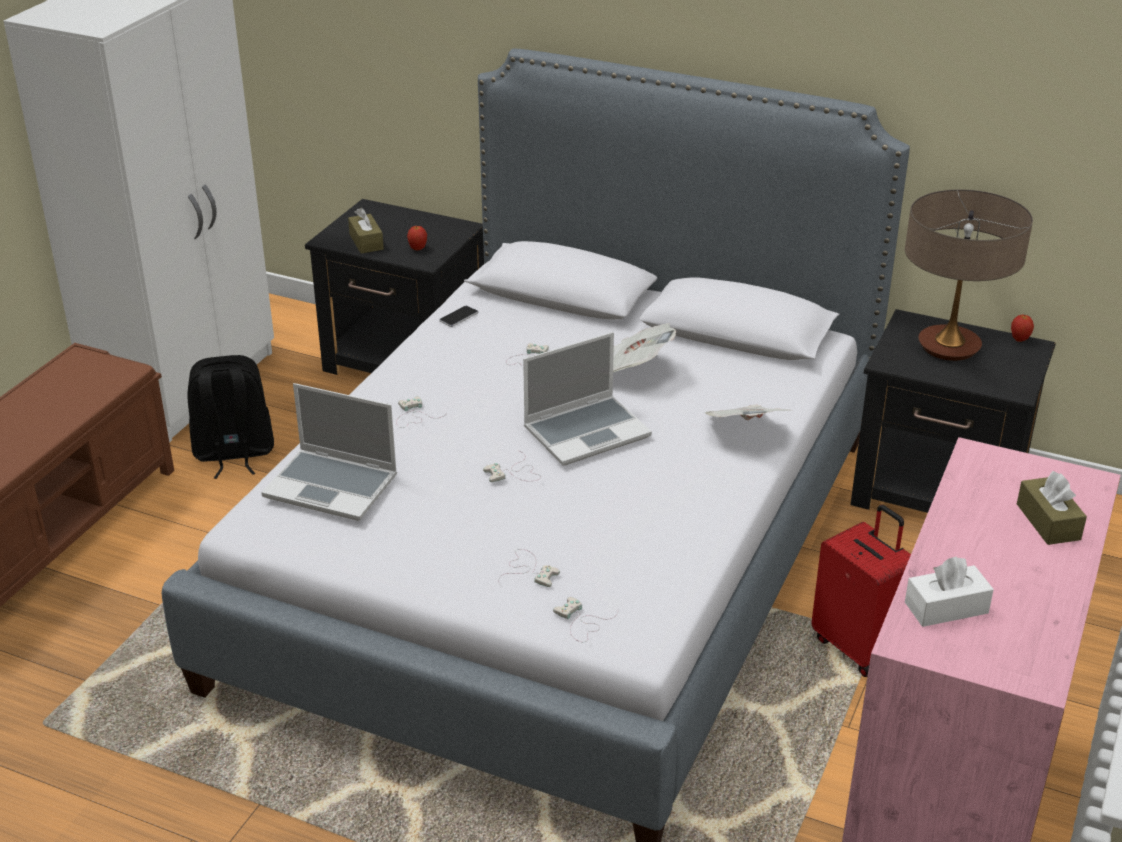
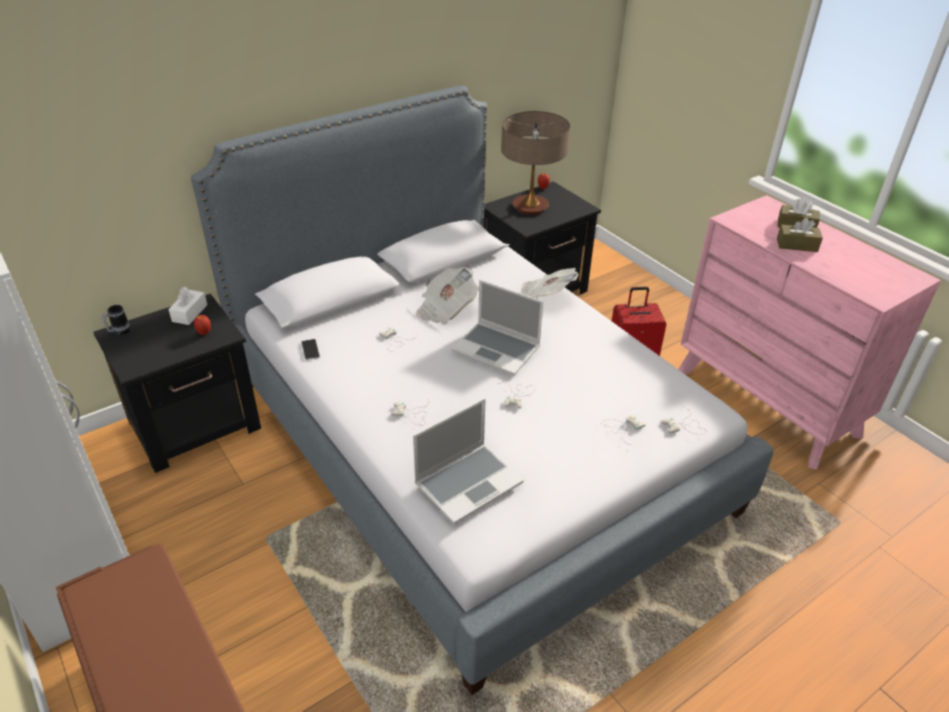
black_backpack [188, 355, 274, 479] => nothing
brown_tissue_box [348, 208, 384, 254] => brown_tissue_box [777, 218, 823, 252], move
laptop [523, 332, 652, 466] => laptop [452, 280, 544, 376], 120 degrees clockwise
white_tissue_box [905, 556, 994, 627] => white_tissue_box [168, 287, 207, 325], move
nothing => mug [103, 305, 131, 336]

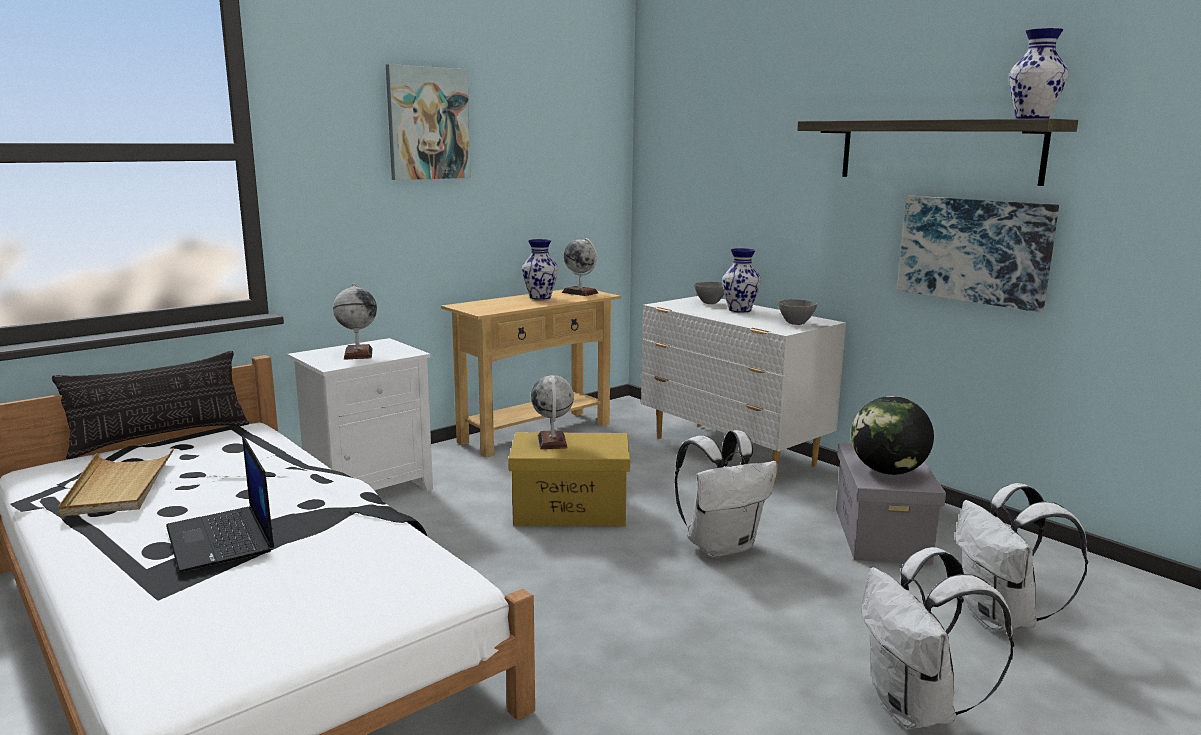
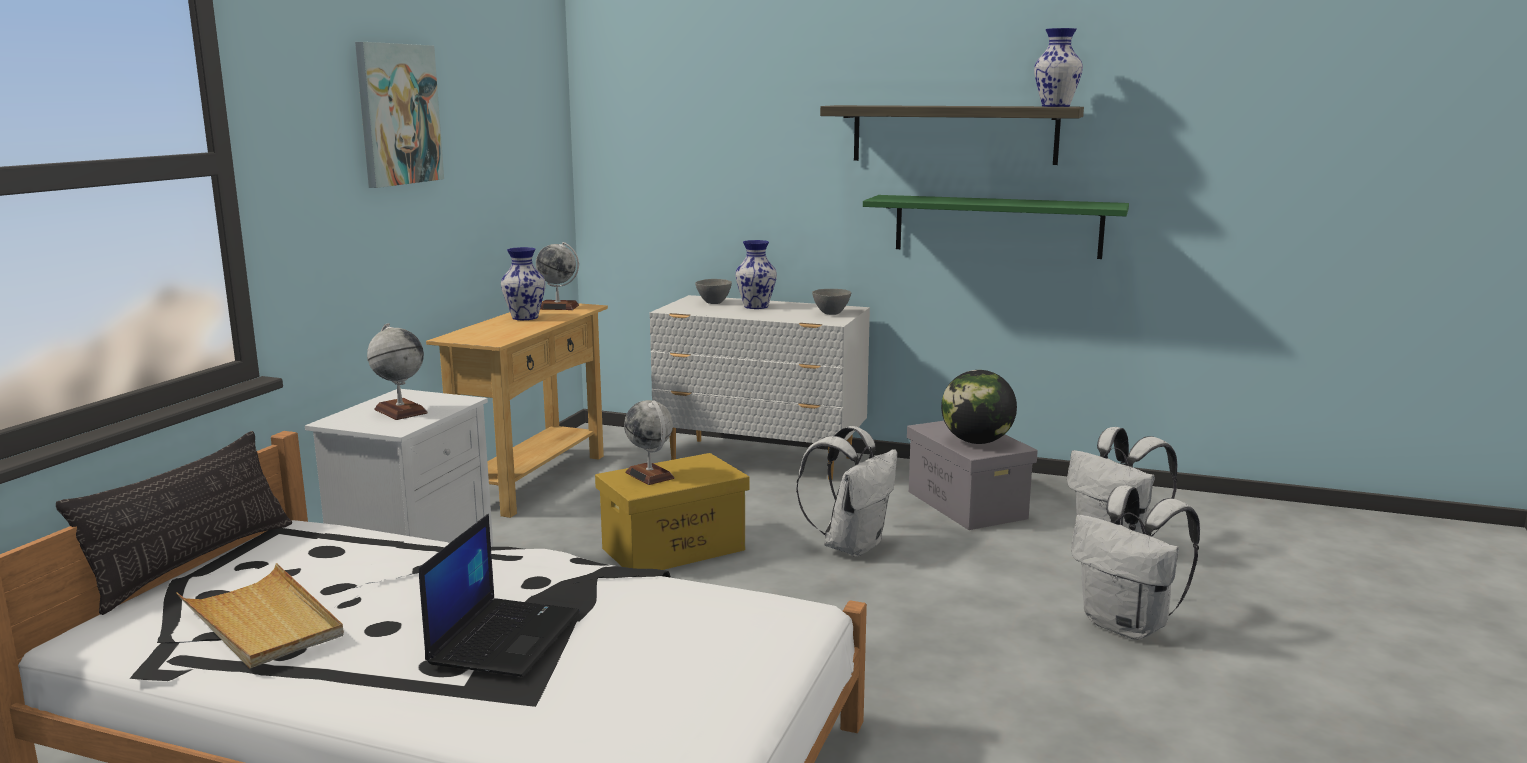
laptop [166, 436, 274, 572] => laptop [419, 514, 580, 677], 105 degrees counterclockwise
picture [897, 196, 1059, 312] => green_shelf [863, 195, 1129, 259]

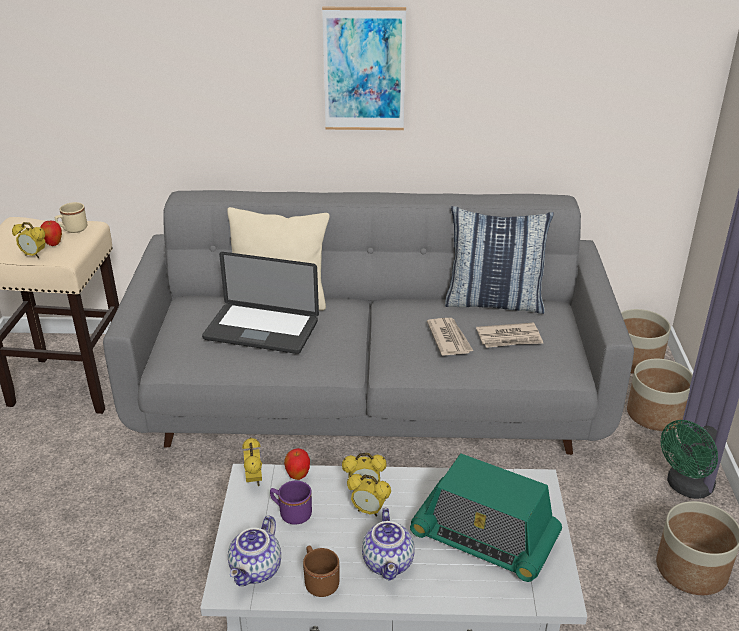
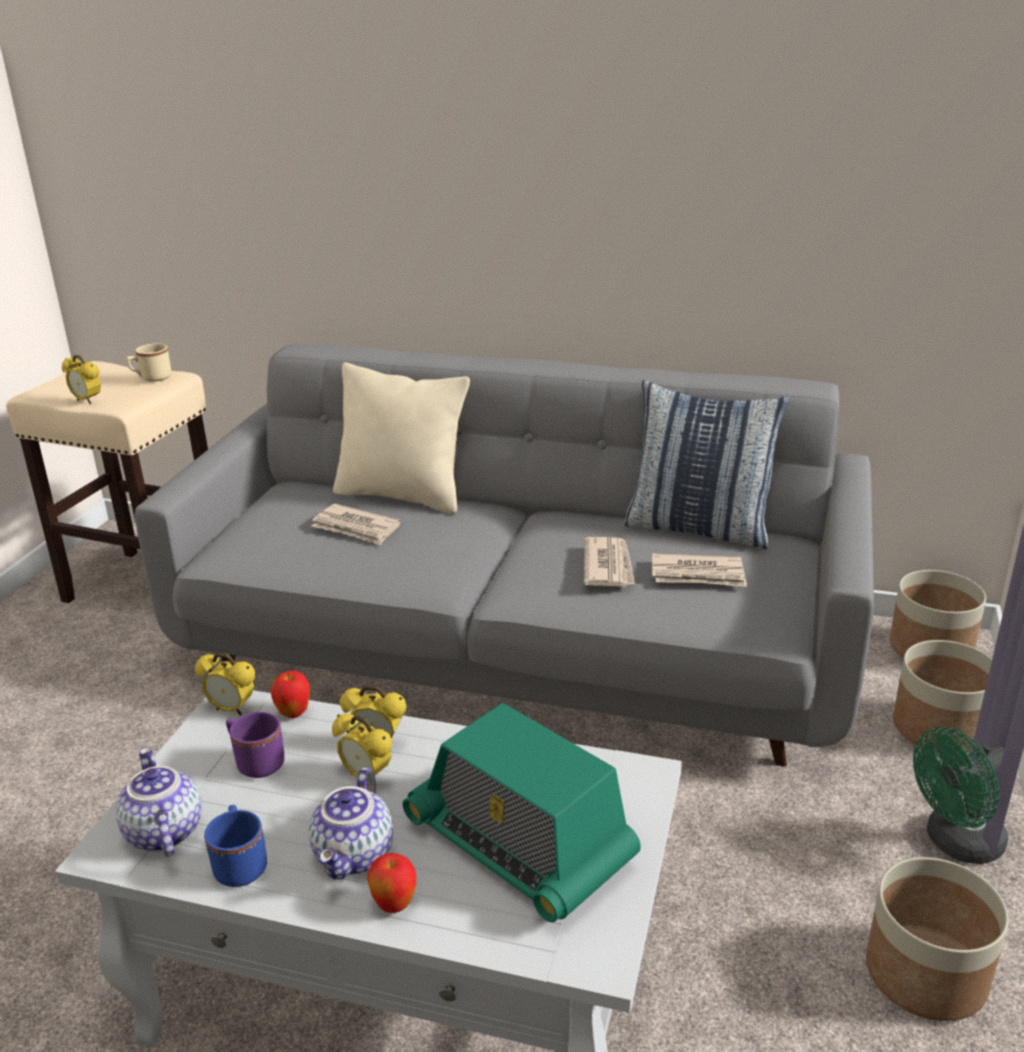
apple [40, 221, 62, 246] => apple [367, 853, 416, 913], move
laptop [202, 252, 319, 354] => newspaper [312, 504, 401, 545]
teapot [228, 515, 281, 586] => teapot [116, 747, 201, 857], 120 degrees clockwise
alarm_clock [242, 437, 262, 486] => alarm_clock [195, 653, 255, 715], 105 degrees clockwise
brown_mug [303, 546, 339, 597] => blue_mug [204, 805, 267, 887]
picture [322, 7, 406, 130] => nothing

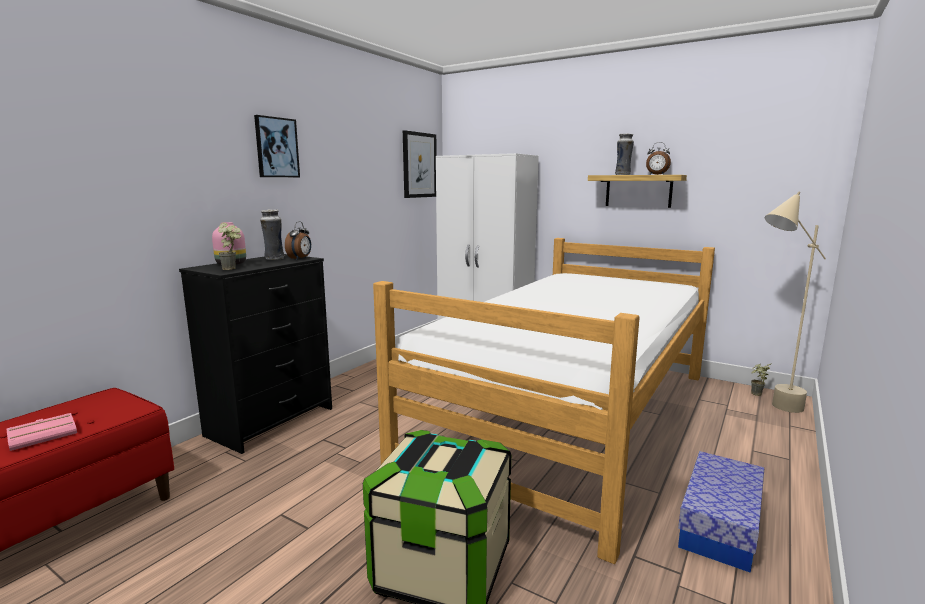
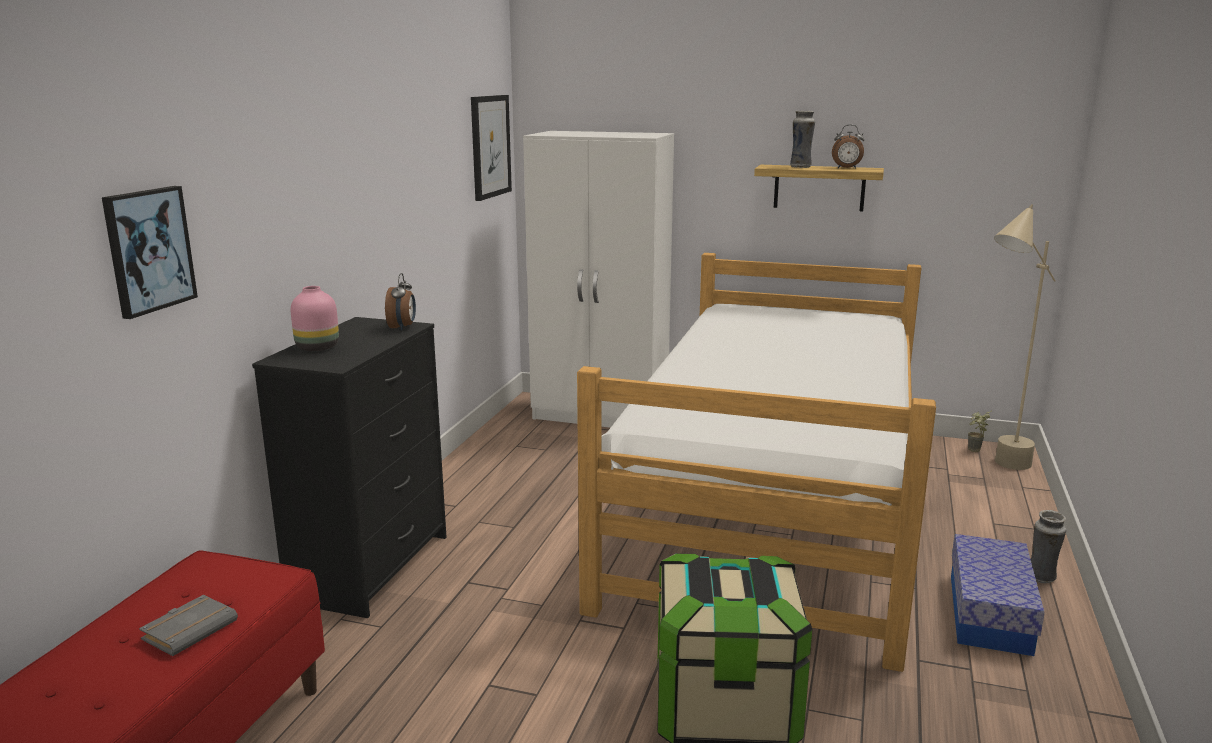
pink_book [7, 413, 77, 451] => grey_book [139, 595, 238, 656]
potted_plant [218, 223, 241, 270] => nothing
picture [254, 115, 300, 177] => picture [102, 186, 198, 319], move
vase [260, 210, 284, 260] => vase [1031, 510, 1066, 584], move

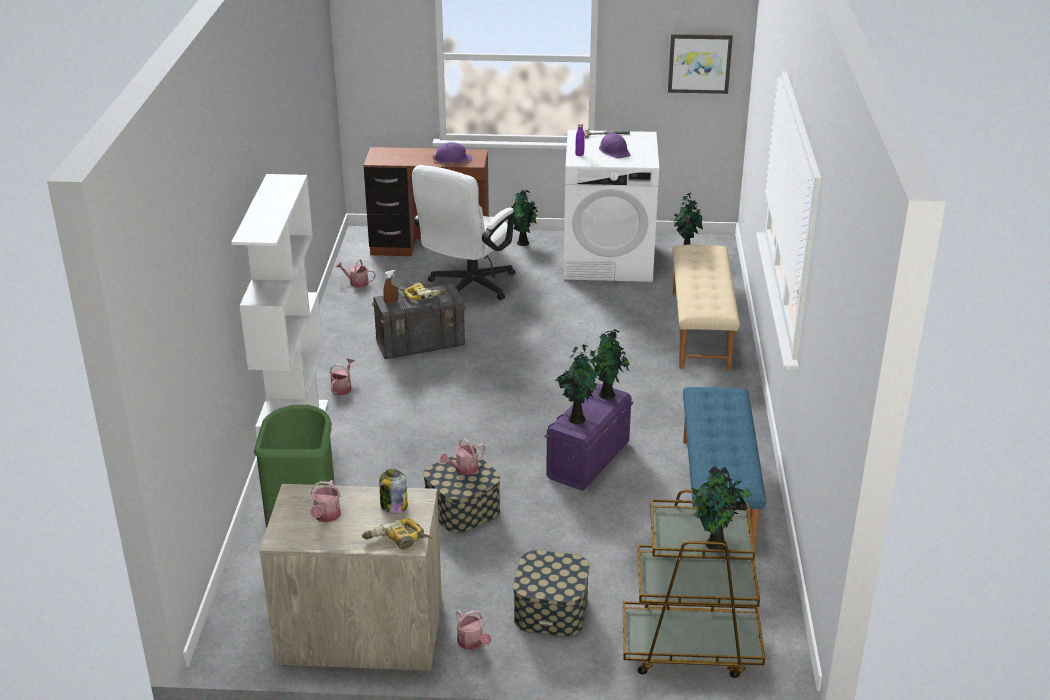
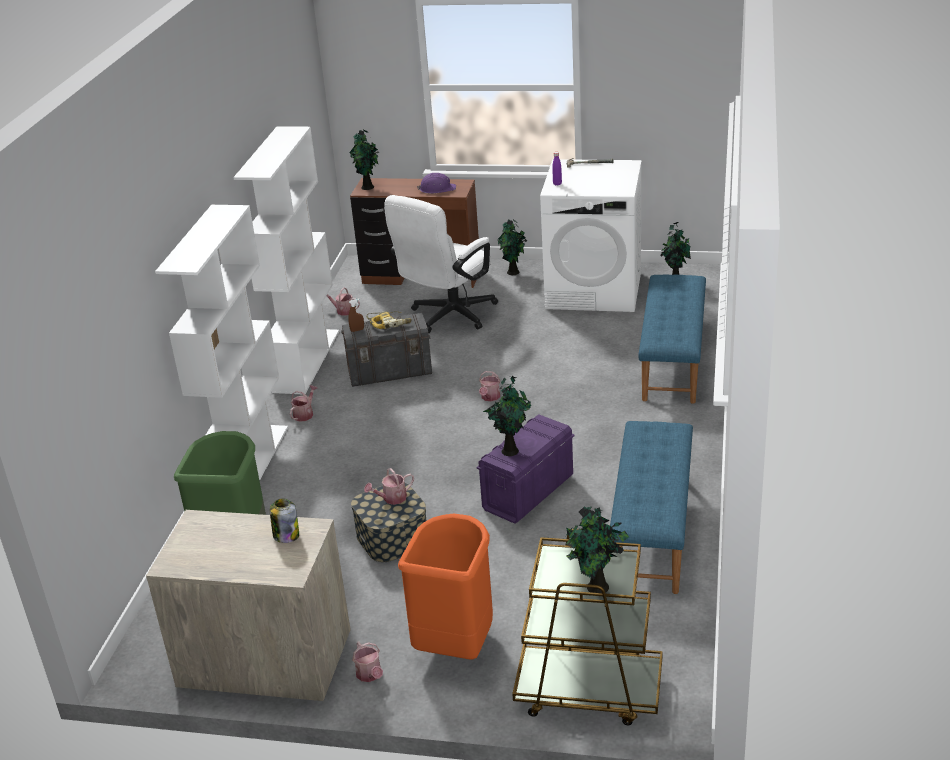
watering_can [310, 480, 341, 522] => watering_can [479, 371, 501, 401], move
power_drill [362, 519, 432, 550] => nothing
storage_box [513, 550, 590, 637] => orange_trash_can [398, 514, 493, 660]
potted_plant [589, 329, 630, 399] => potted_plant [349, 130, 380, 190], move
purple_hard_hat [599, 133, 630, 158] => nothing
picture [668, 34, 733, 94] => nothing
beige_bench [672, 245, 740, 370] => blue_bench [638, 275, 706, 404]
nothing => white_bookcase [233, 126, 339, 394]

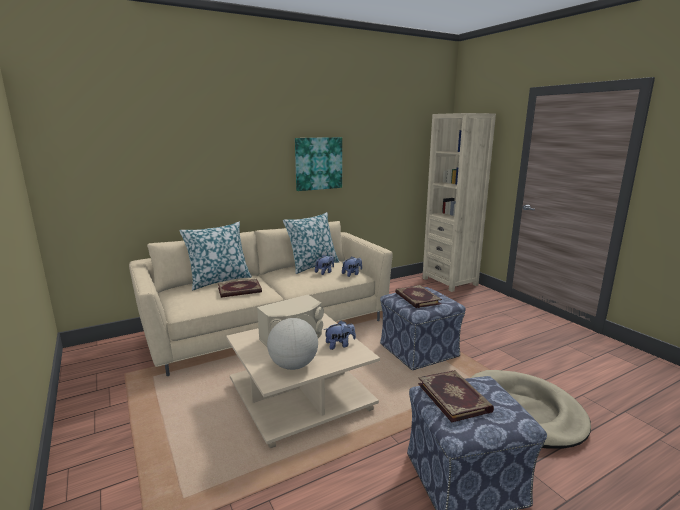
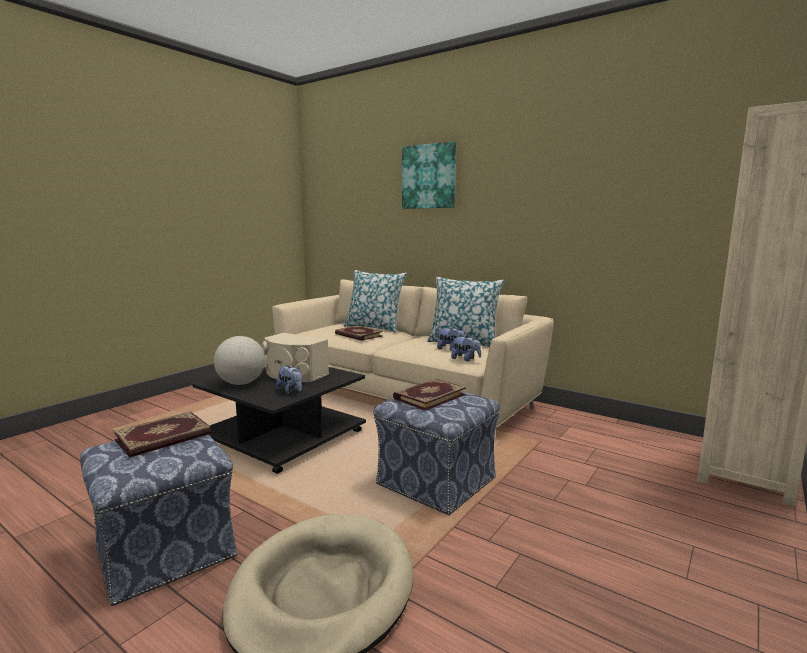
beige_coffee_table [226, 313, 380, 448] => black_coffee_table [192, 367, 366, 474]
picture [295, 137, 342, 191] => picture [402, 141, 456, 209], move

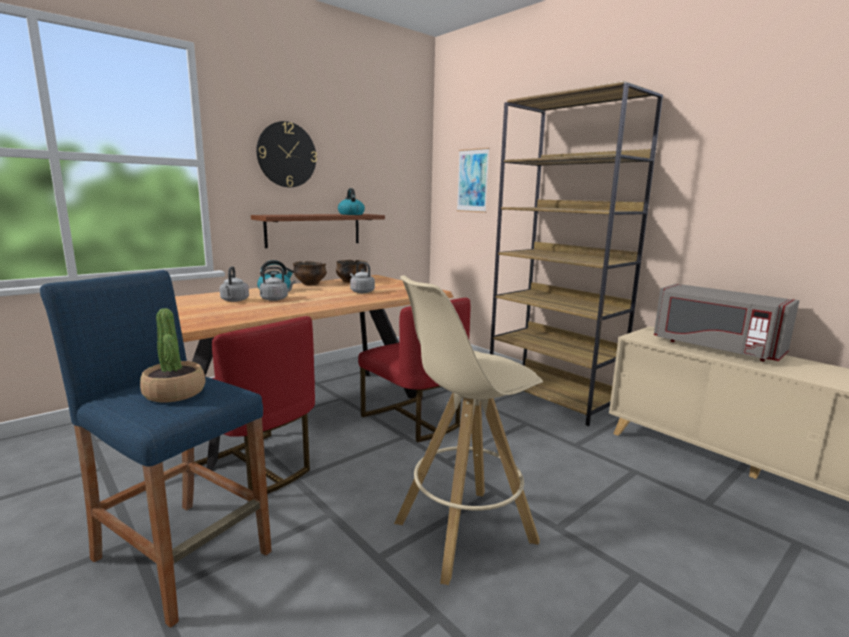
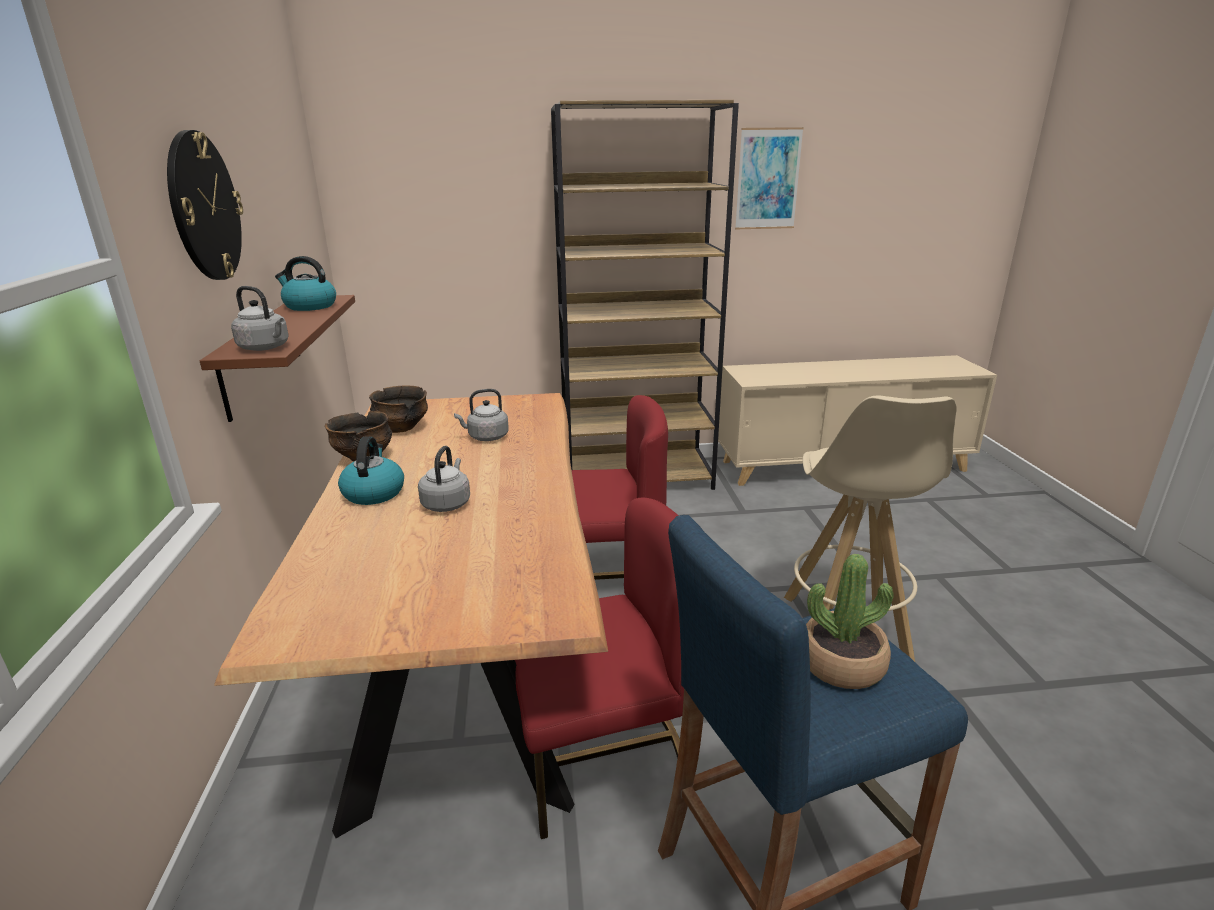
grey_kettle [220, 266, 249, 302] => grey_kettle [231, 286, 289, 351], move
picture [457, 148, 490, 213] => picture [735, 127, 804, 229], move
grey_microwave [654, 284, 799, 361] => nothing

